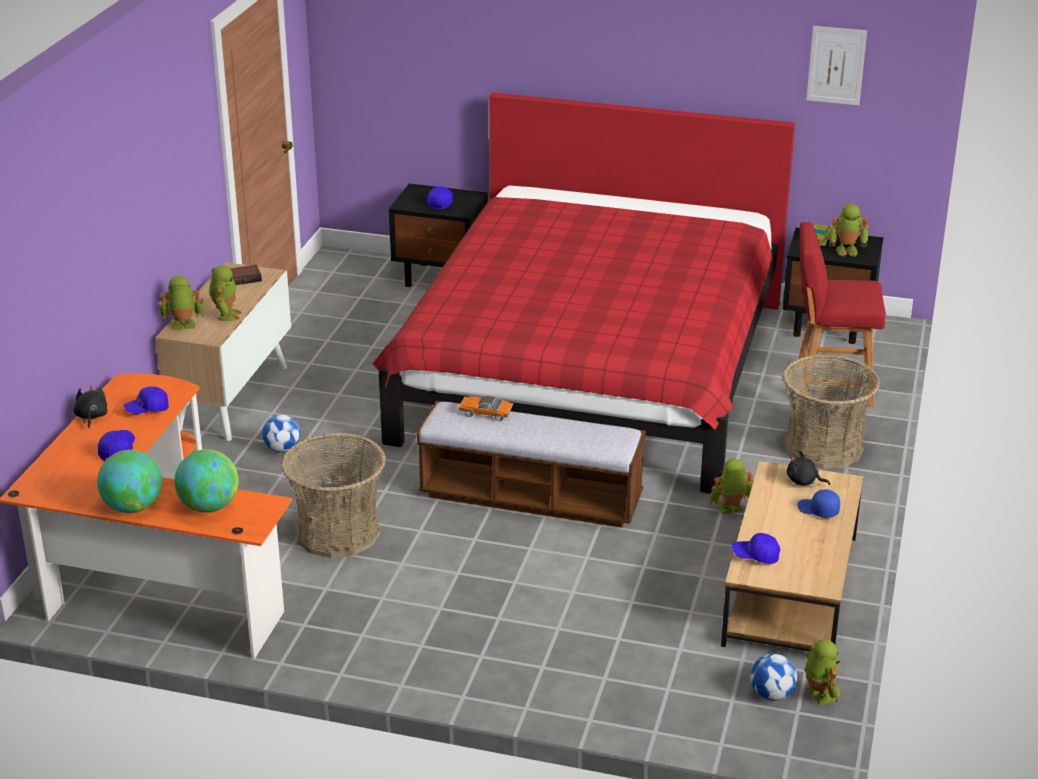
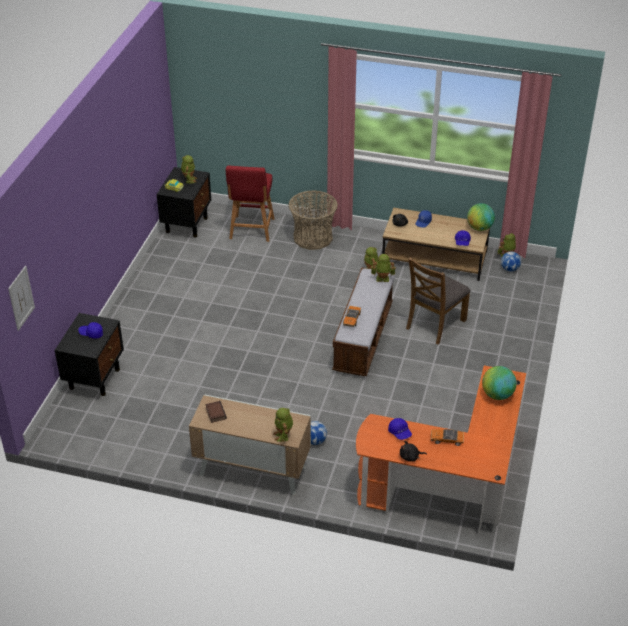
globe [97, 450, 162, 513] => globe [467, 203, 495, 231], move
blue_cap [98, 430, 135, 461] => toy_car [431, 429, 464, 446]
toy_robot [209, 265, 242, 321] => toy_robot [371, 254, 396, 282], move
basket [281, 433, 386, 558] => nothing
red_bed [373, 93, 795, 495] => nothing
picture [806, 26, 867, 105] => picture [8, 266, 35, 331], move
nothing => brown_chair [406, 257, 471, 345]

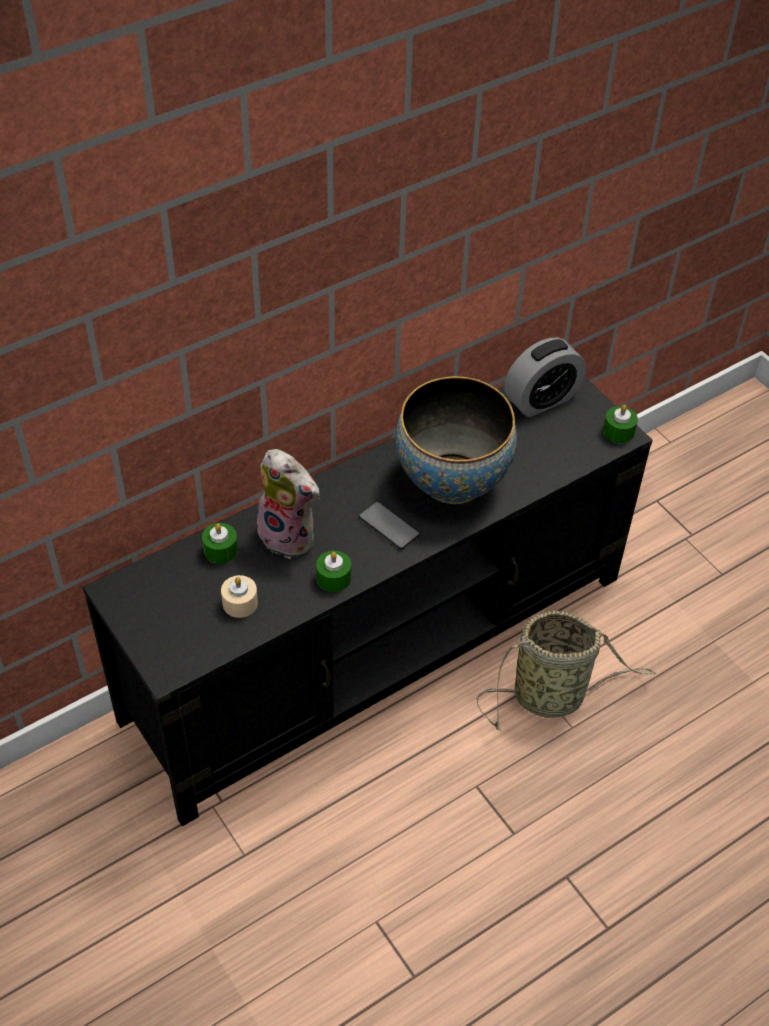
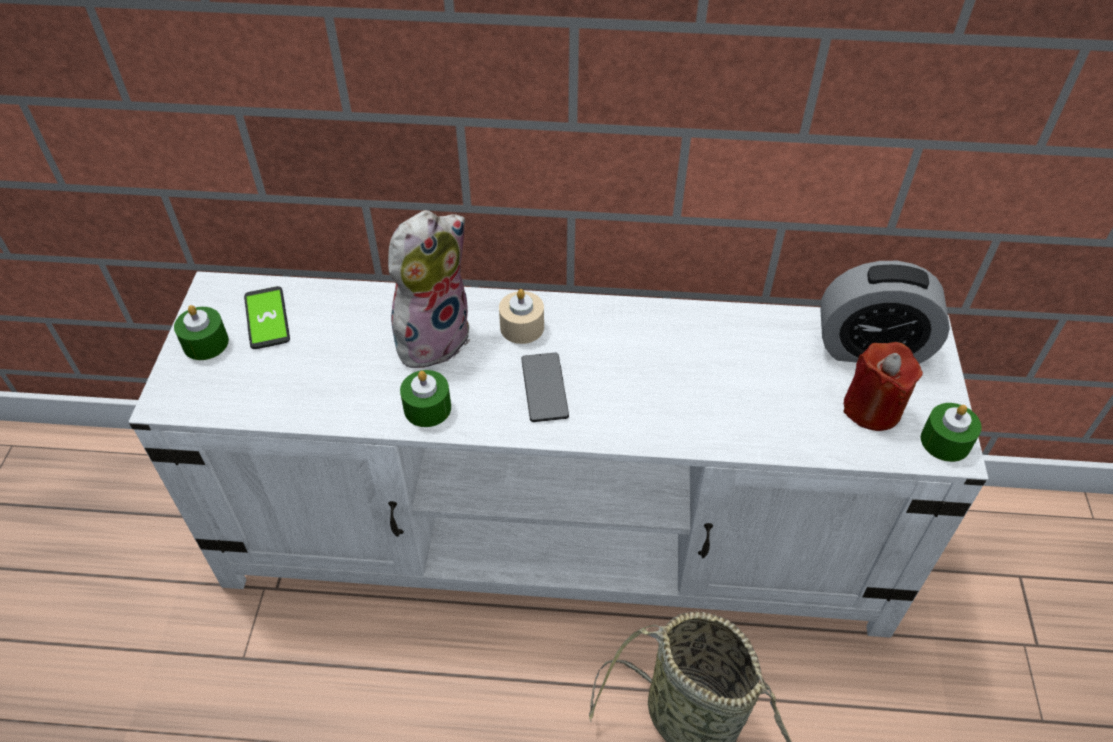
black_tv_stand [83, 377, 653, 826] => white_tv_stand [129, 271, 988, 638]
green_candle [202, 523, 238, 564] => green_candle [174, 305, 229, 360], move
beige_candle [221, 575, 258, 618] => beige_candle [499, 289, 544, 344], move
plush_toy [257, 449, 320, 559] => plush_toy [388, 210, 470, 374], 120 degrees counterclockwise
bowl [396, 376, 517, 504] => nothing
nothing => phone [244, 286, 290, 349]
nothing => red_candle [843, 342, 923, 431]

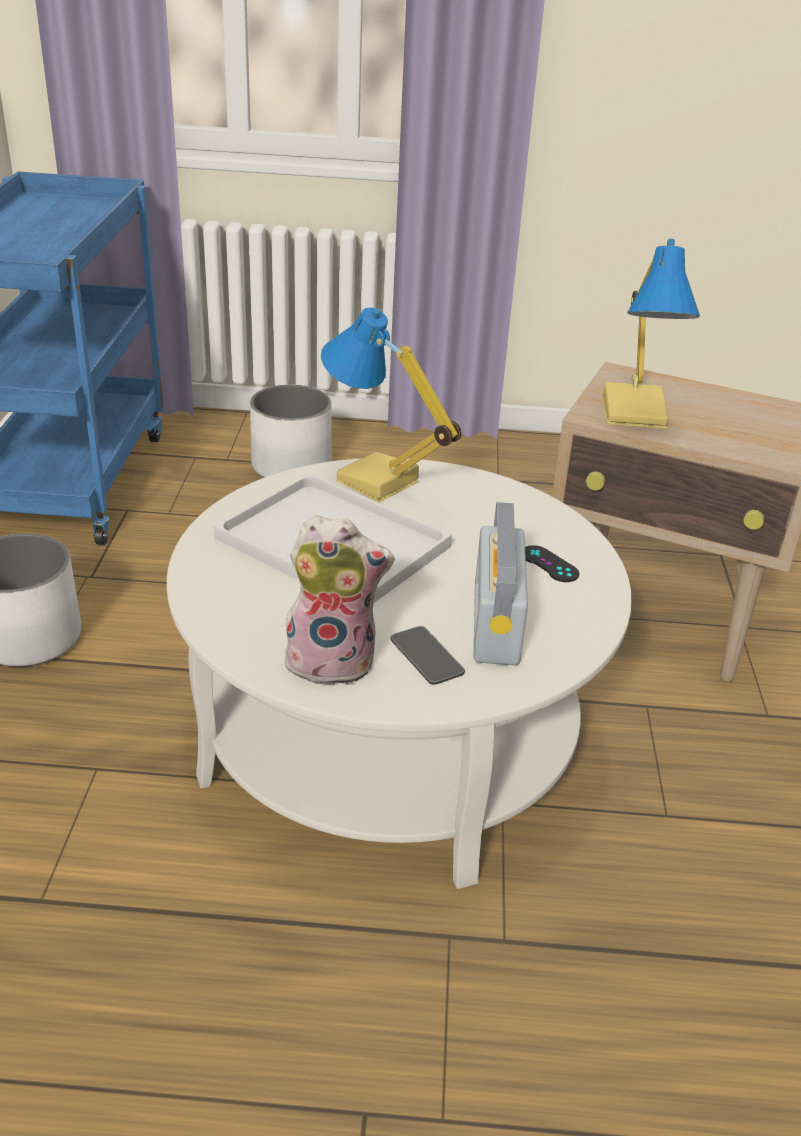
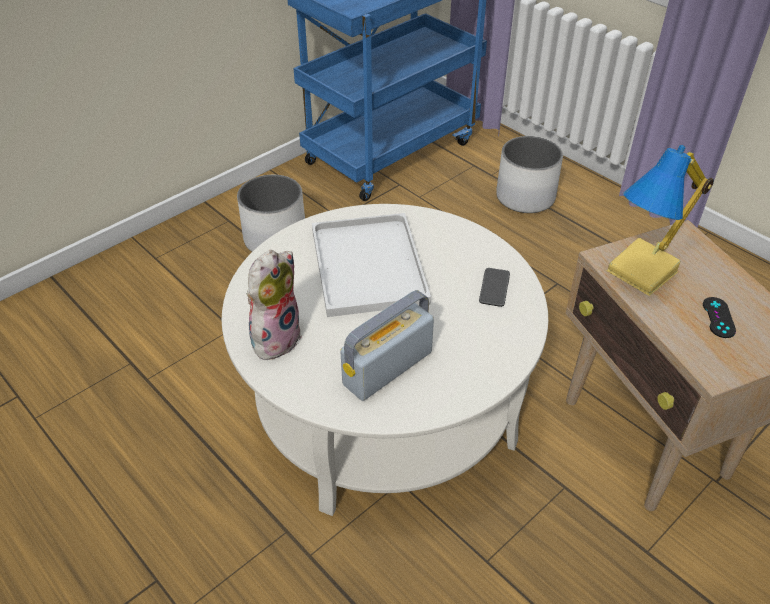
plush_toy [282, 515, 395, 686] => plush_toy [246, 250, 302, 360], 105 degrees counterclockwise
table_lamp [321, 308, 462, 502] => nothing
phone [390, 626, 465, 685] => phone [479, 268, 510, 307], move
black_game_controller [525, 545, 579, 582] => black_game_controller [703, 297, 736, 338], move

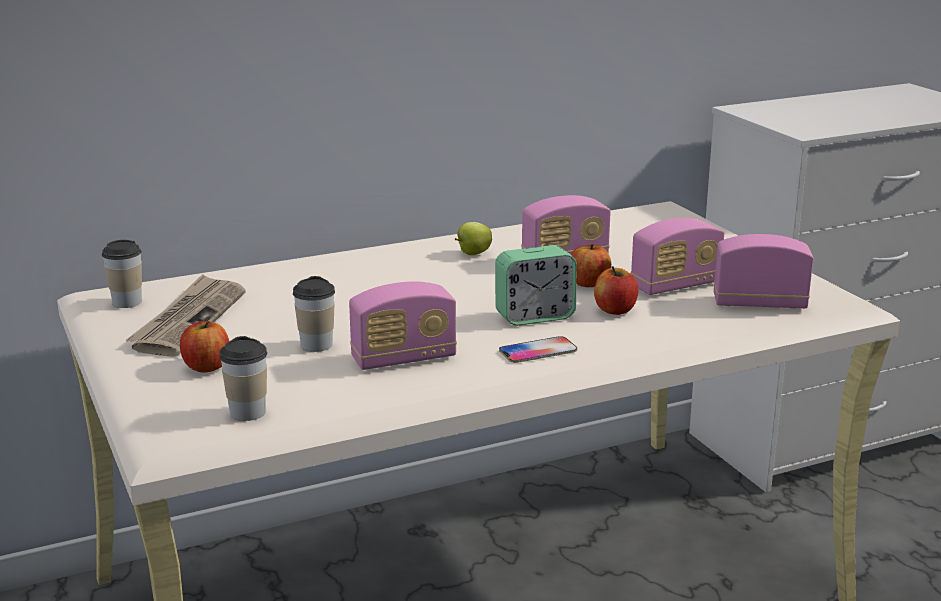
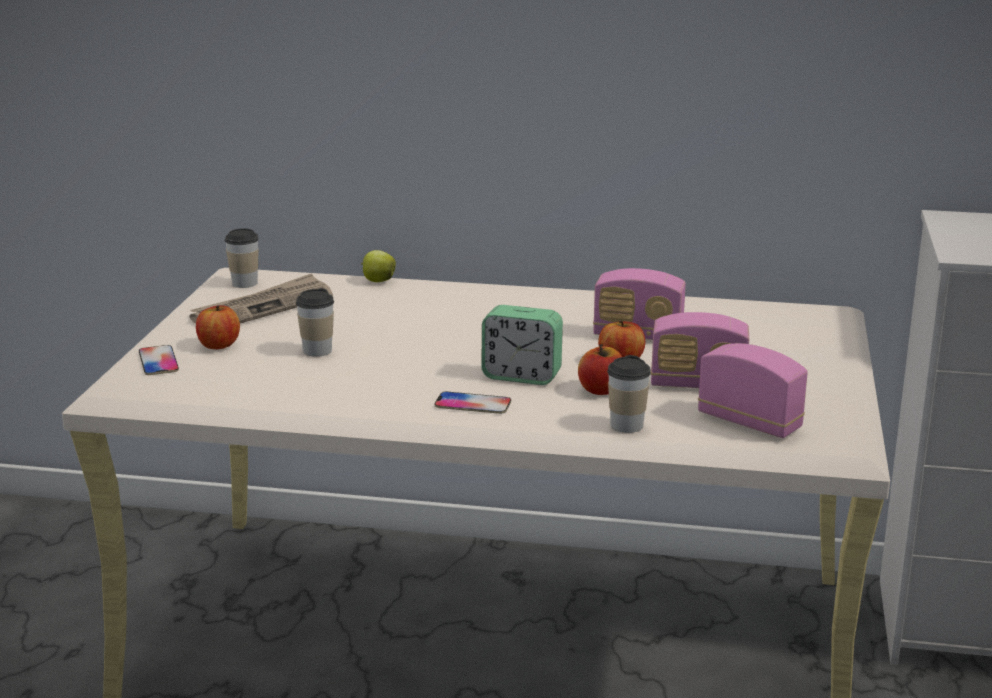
cup [219, 336, 267, 421] => cup [607, 355, 651, 433], move
radio [349, 281, 457, 370] => nothing
apple [455, 222, 492, 255] => apple [361, 250, 396, 282], move
nothing => phone [139, 345, 179, 375]

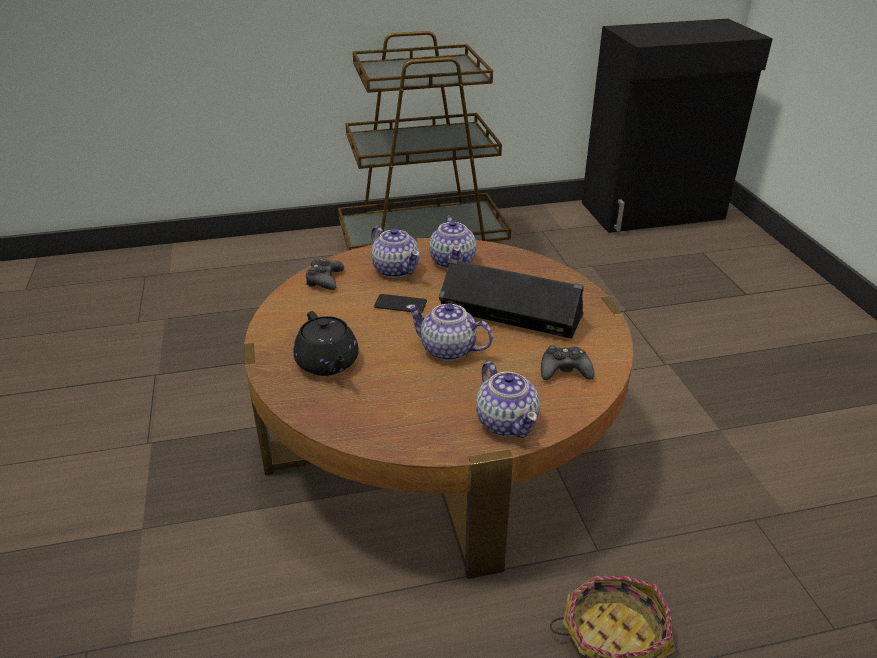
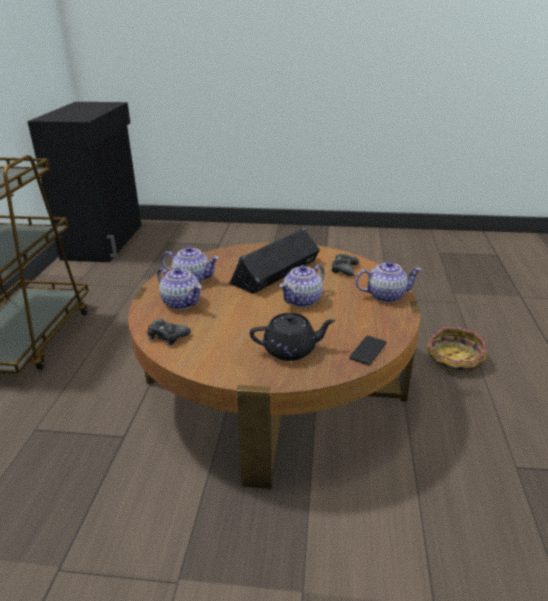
teapot [371, 226, 420, 278] => teapot [157, 268, 202, 310], 60 degrees clockwise
phone [374, 294, 427, 313] => phone [349, 336, 387, 365], move

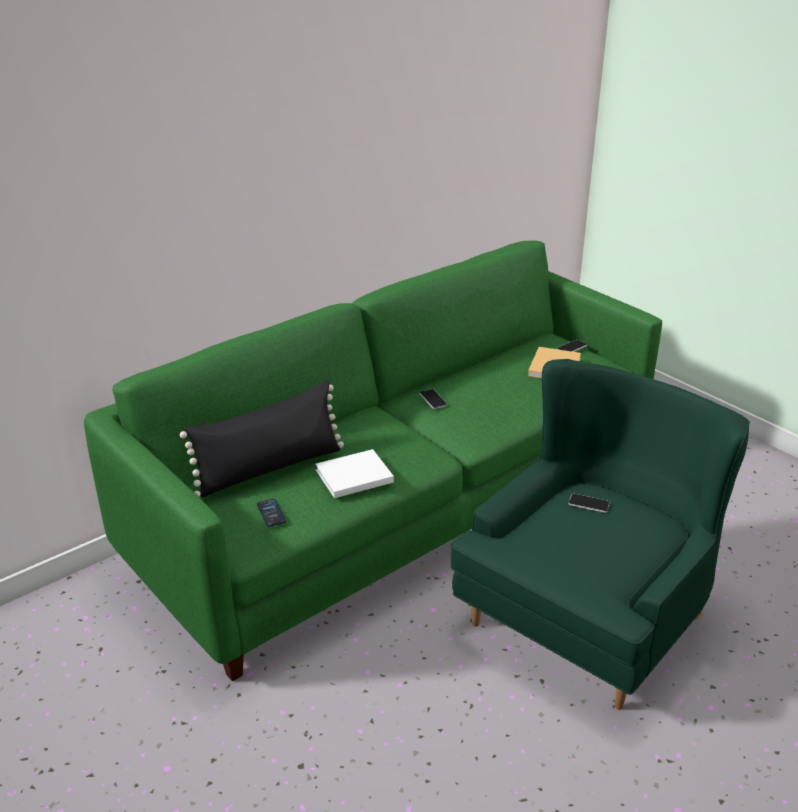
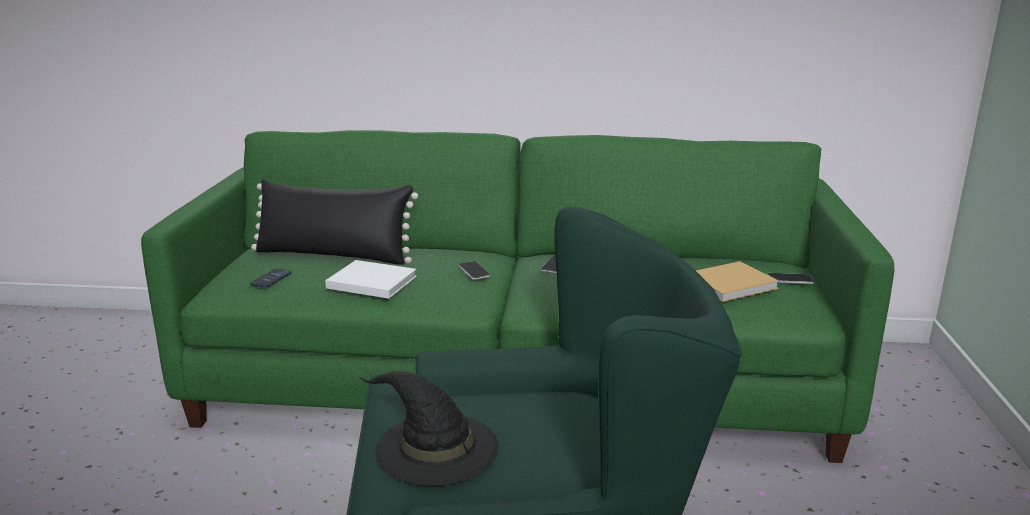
phone [568, 494, 610, 513] => phone [458, 261, 491, 280], move
nothing => black_hat [359, 371, 499, 486]

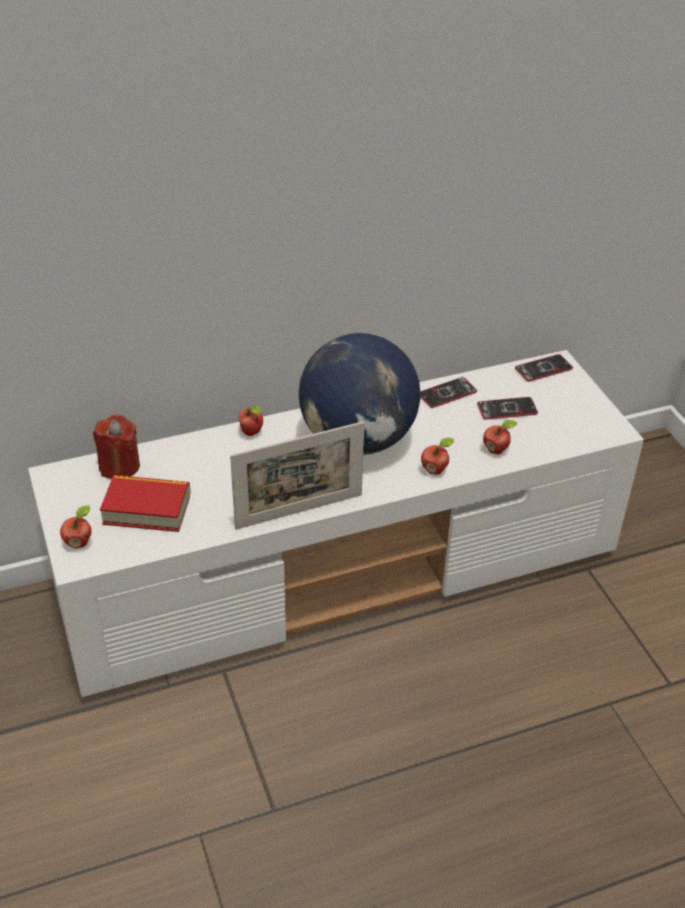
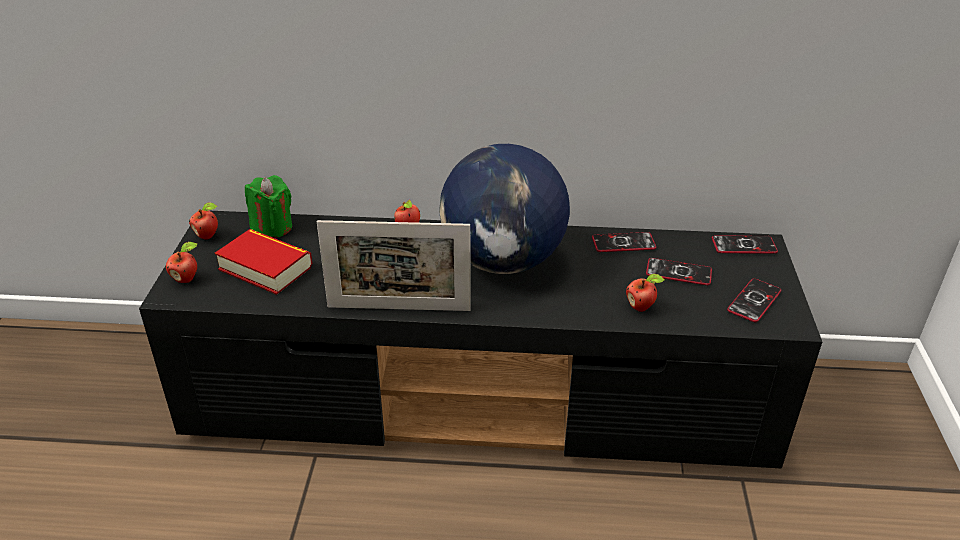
white_tv_stand [28, 350, 644, 697] => black_tv_stand [139, 211, 822, 469]
red_candle [93, 414, 140, 479] => green_candle [245, 175, 292, 238]
apple [421, 438, 454, 475] => apple [189, 202, 218, 240], move
nothing => phone [727, 278, 781, 322]

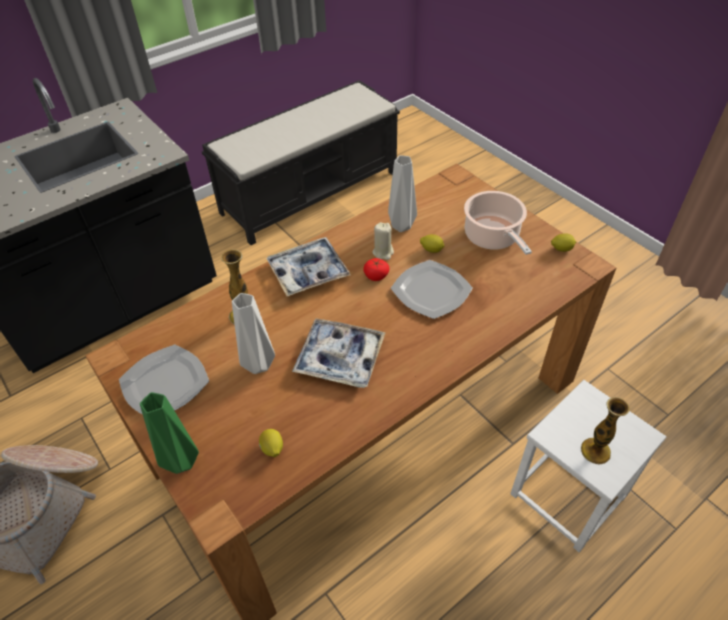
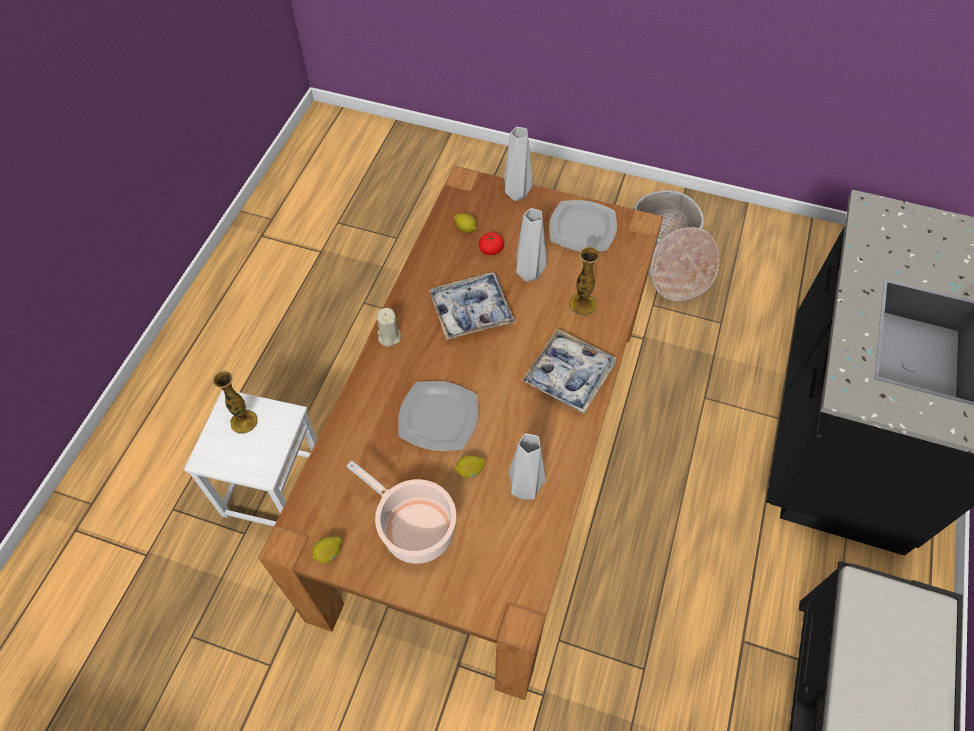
green_vase [140, 392, 199, 474] => grey_vase [504, 127, 533, 201]
tomato [363, 258, 389, 281] => tomato [479, 232, 504, 255], move
beige_candle [373, 222, 394, 260] => beige_candle [377, 308, 401, 347], move

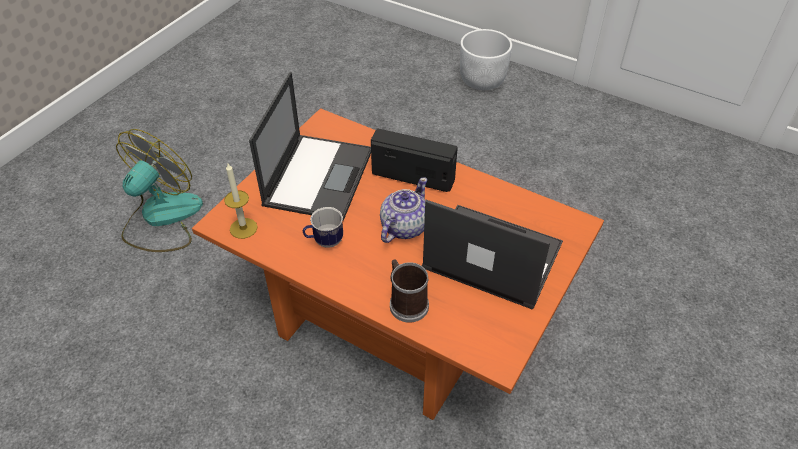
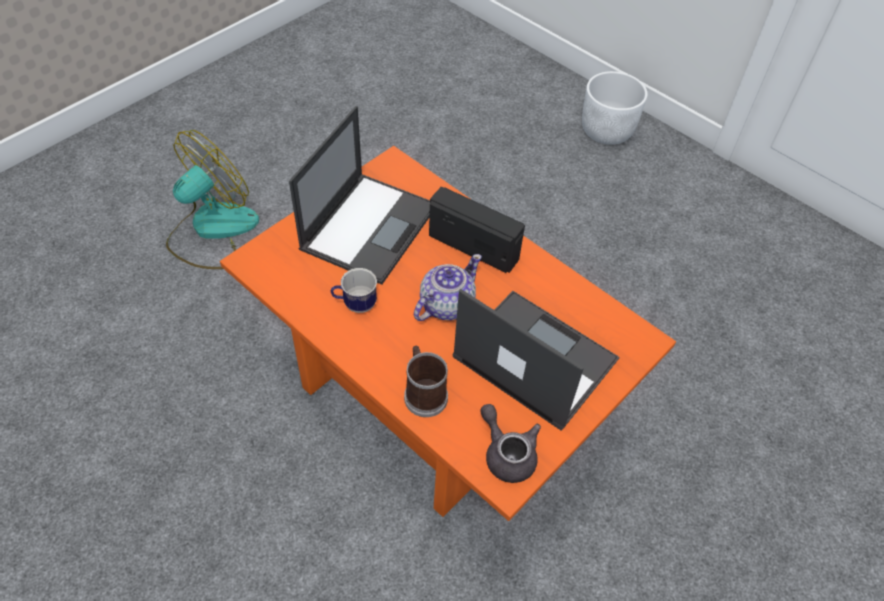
candle [224, 164, 258, 239] => nothing
nothing => grey_teapot [481, 404, 541, 483]

